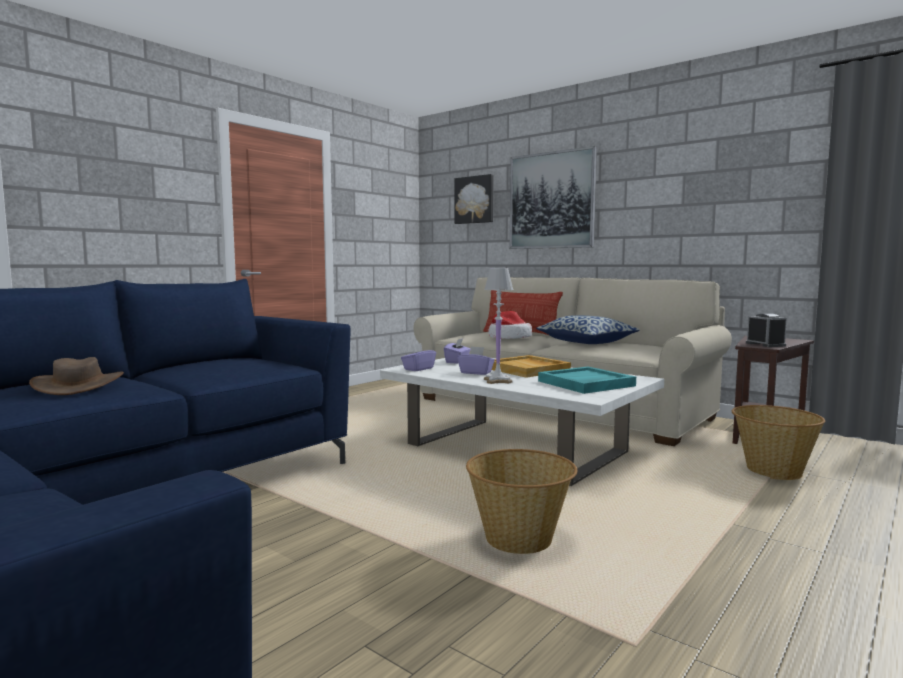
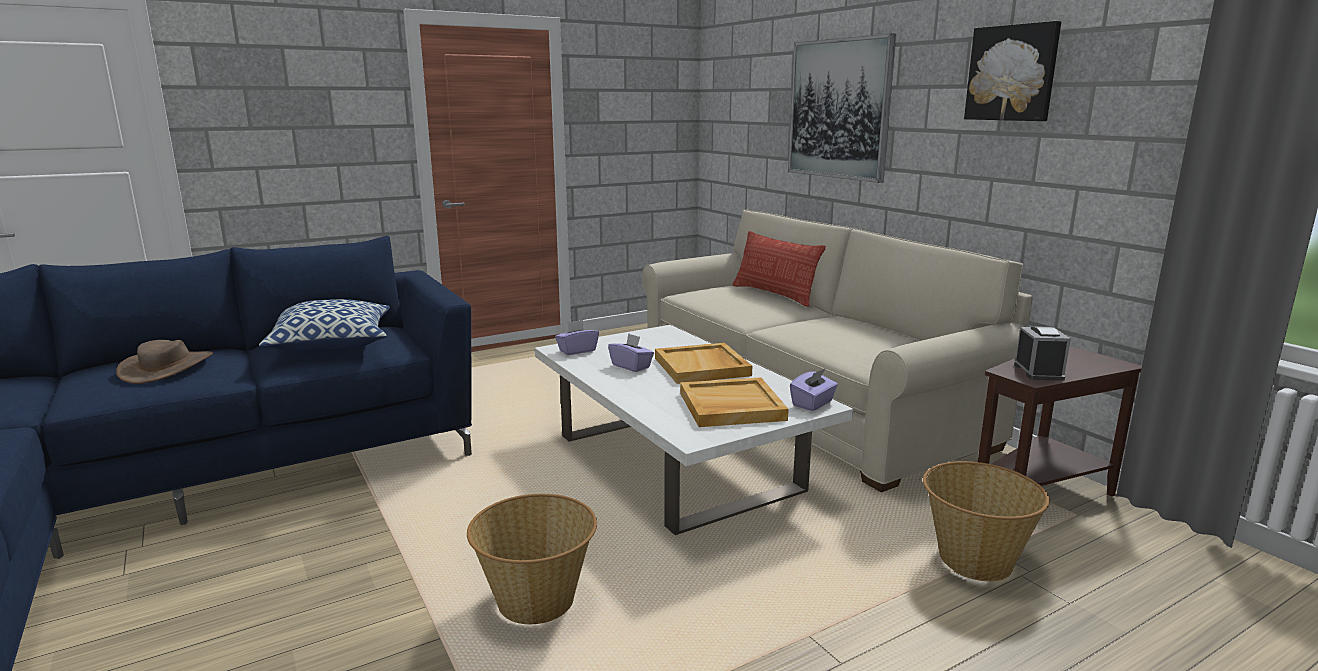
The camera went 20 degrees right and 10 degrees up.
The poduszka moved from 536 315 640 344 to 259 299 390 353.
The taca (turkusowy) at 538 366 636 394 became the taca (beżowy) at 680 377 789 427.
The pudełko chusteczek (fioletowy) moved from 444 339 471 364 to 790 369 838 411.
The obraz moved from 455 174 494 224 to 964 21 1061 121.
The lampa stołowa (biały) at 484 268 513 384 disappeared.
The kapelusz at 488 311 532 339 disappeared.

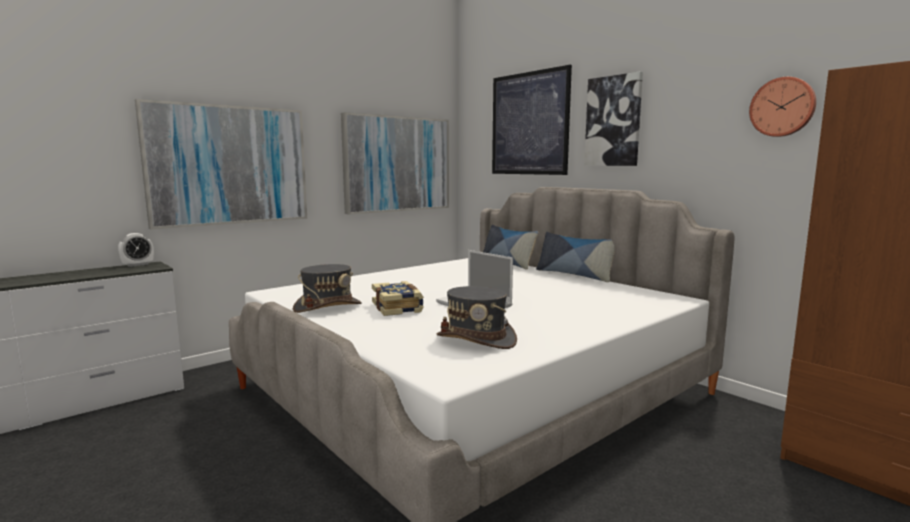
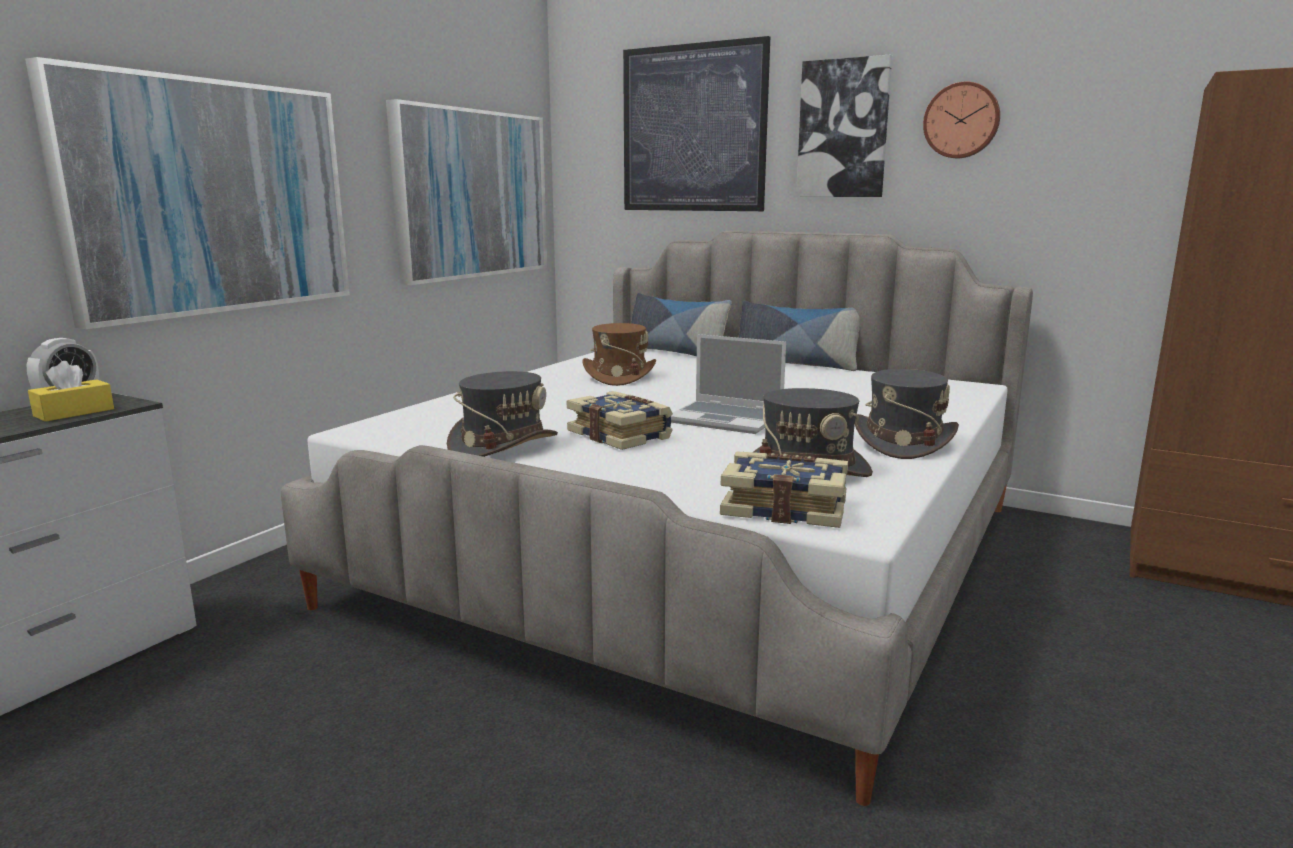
The camera went 20 degrees left and 5 degrees up.
The pudełko chusteczek (żółty) at 28 361 114 422 appeared.
The kapelusz (brązowy) at 582 323 656 386 appeared.
The książka at 720 451 848 528 appeared.
The kapelusz (szary) at 855 369 959 459 appeared.
The zegar ścienny moved from 749 77 816 137 to 923 82 1000 158.

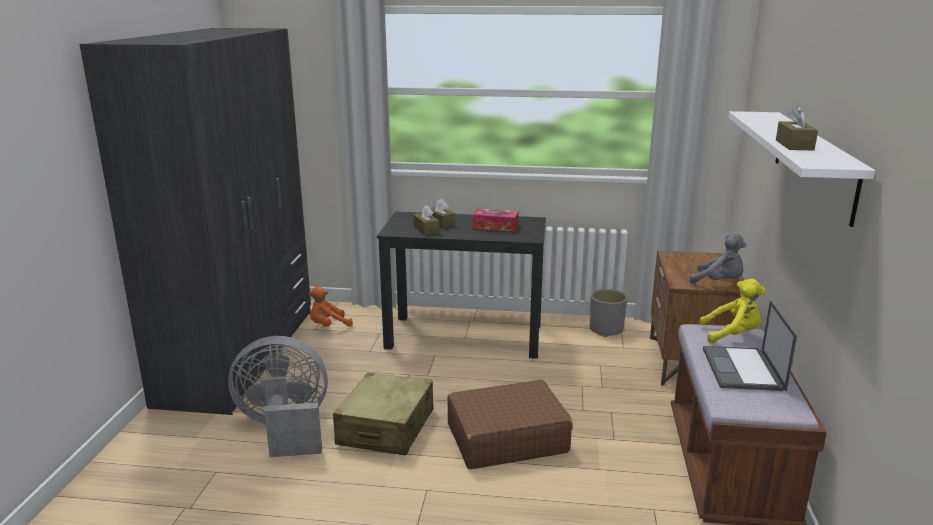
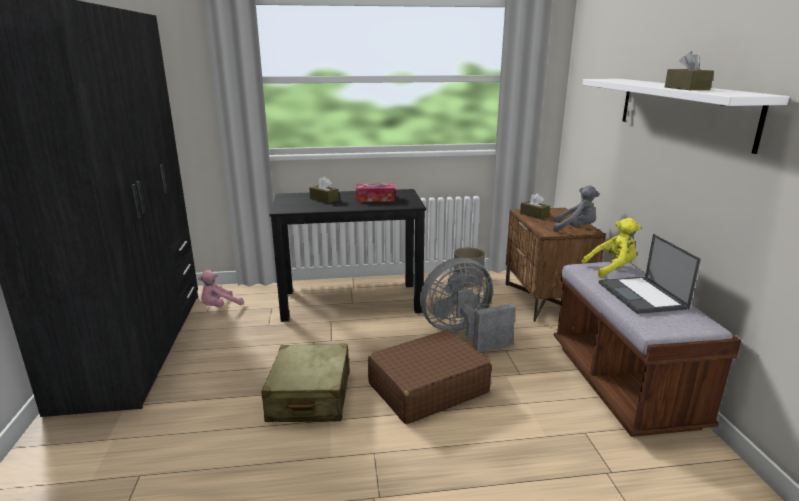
The camera went 15 degrees left and 0 degrees up.
The pluszak (pomarańczowy) at 308 286 353 327 became the pluszak (różowy) at 198 270 244 308.
The wentylator (szary) moved from 228 336 328 457 to 420 258 516 352.
The pudełko chusteczek (brązowy) moved from 413 205 439 235 to 520 194 550 219.

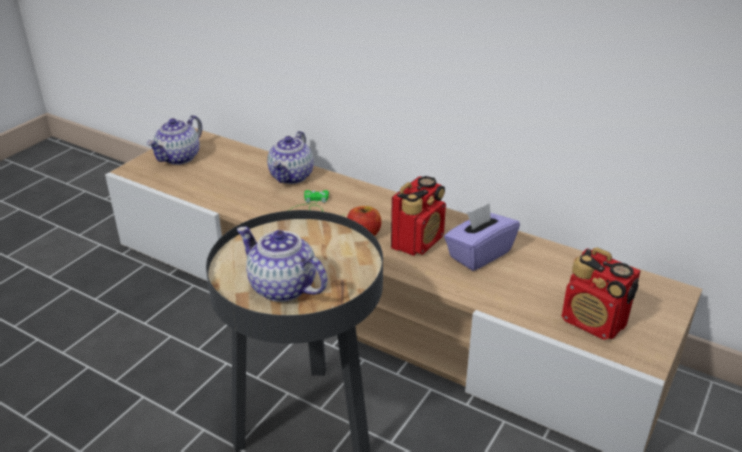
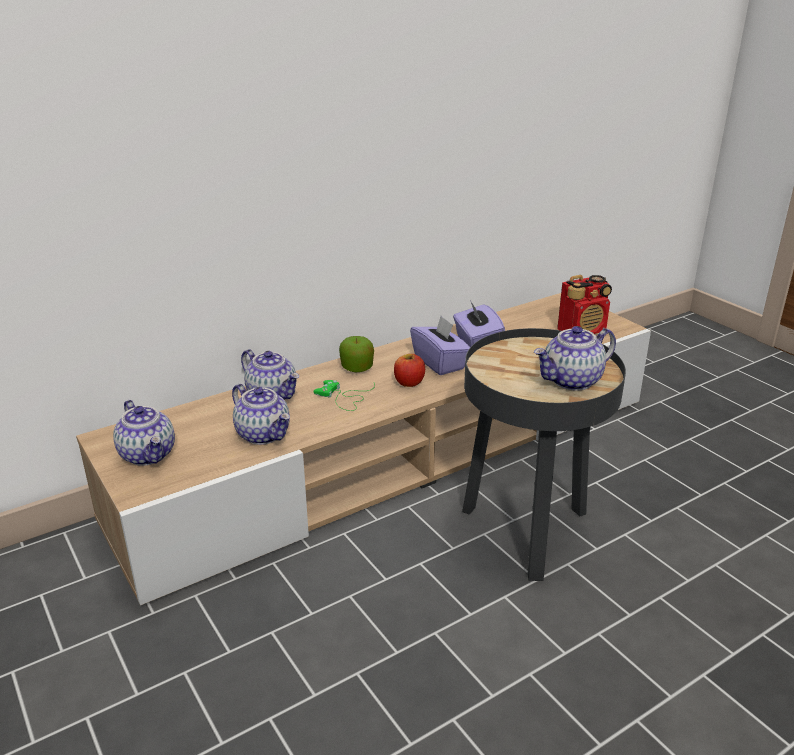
The camera went 65 degrees left and 5 degrees down.
The imbryk at 232 384 290 445 appeared.
The jabłko at 339 336 374 372 appeared.
The radio at 391 176 446 256 was replaced by the pudełko chusteczek (fioletowy) at 410 316 470 375.

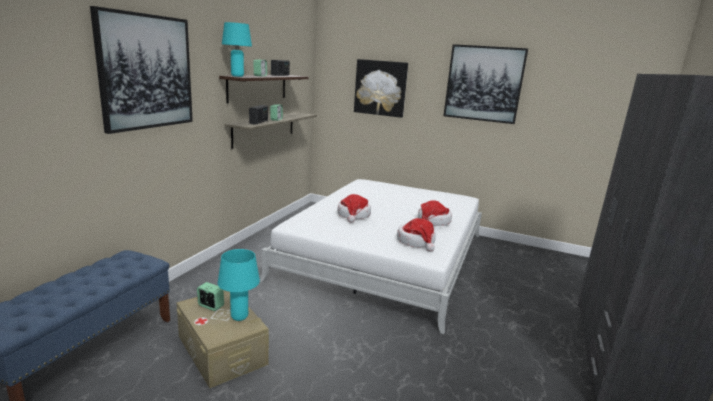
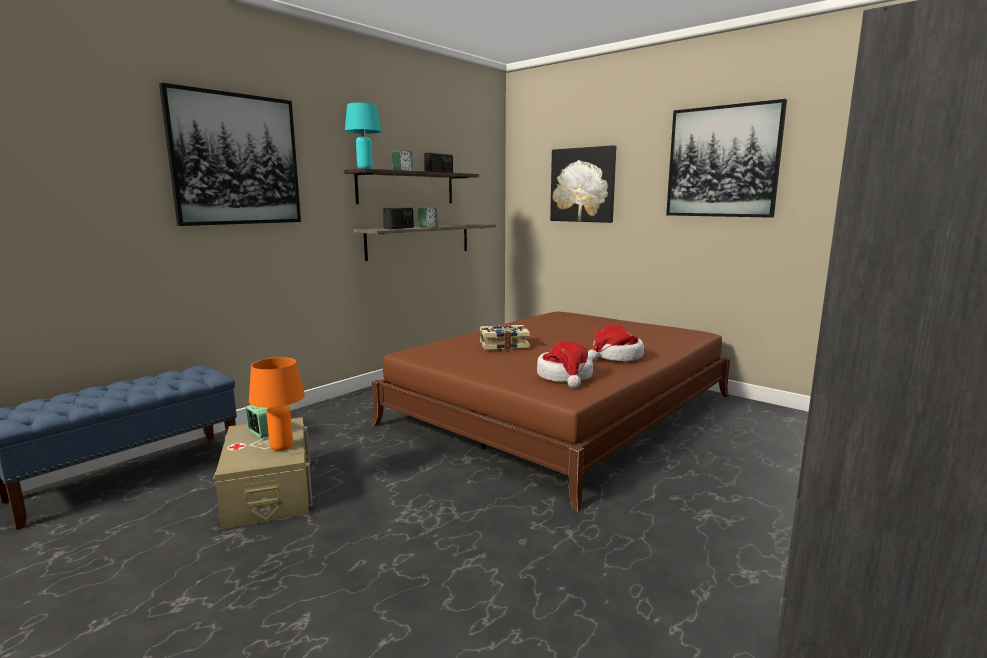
The camera went 20 degrees right and 5 degrees down.
The lampa stołowa (turkusowy) at 218 249 260 321 became the lampa stołowa (pomarańczowy) at 249 357 305 451.
The łóżko (biały) at 260 179 482 334 became the łóżko (brązowy) at 371 312 730 512.
The kapelusz at 337 194 371 223 was replaced by the książka at 480 325 530 350.

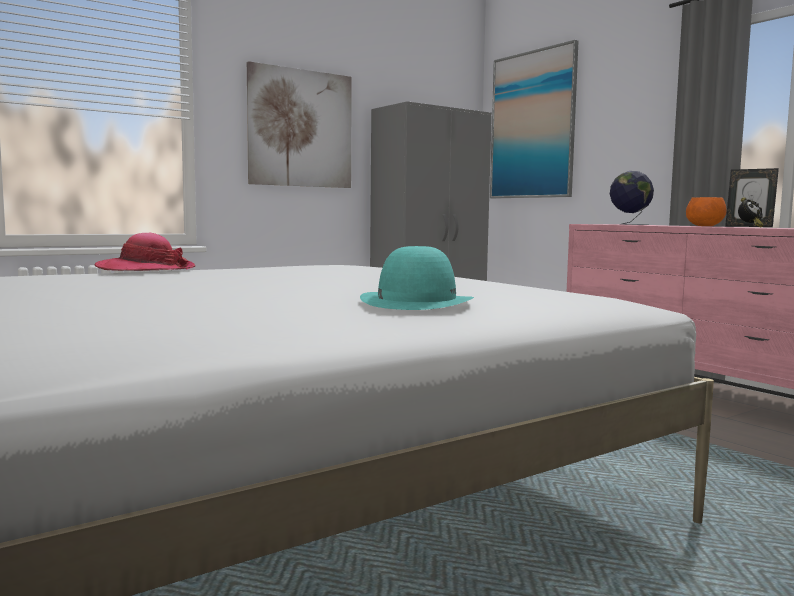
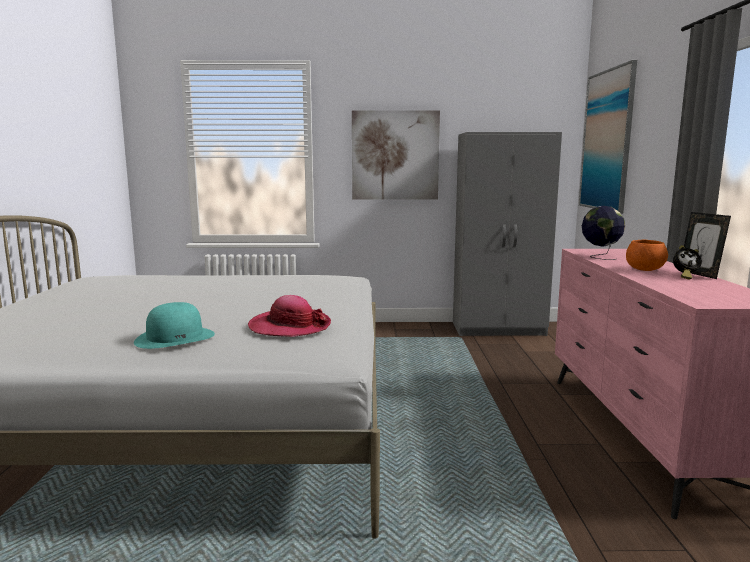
The camera went 35 degrees right and 5 degrees up.
The kapelusz moved from 94 233 196 271 to 248 295 331 337.

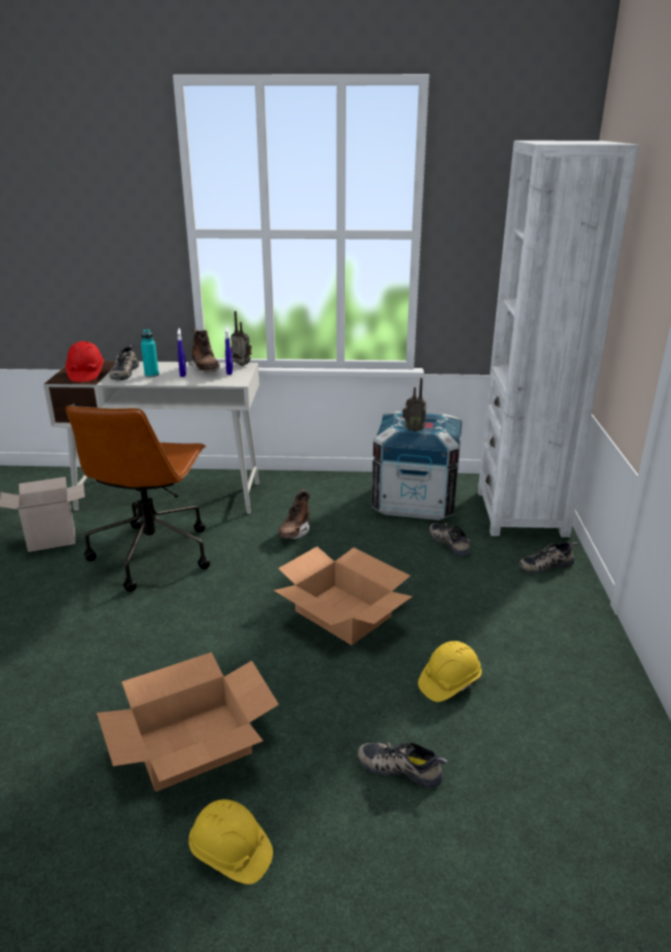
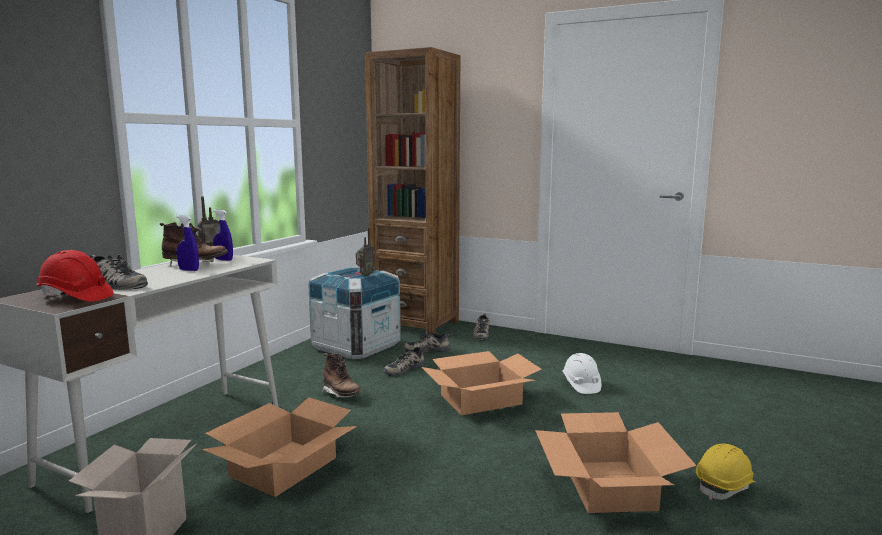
The camera went 65 degrees left and 15 degrees down.
The krzesło biurowe (brązowy) at 66 405 210 592 was replaced by the karton at 202 397 357 497.
The regał (biały) at 478 141 639 537 became the regał (brązowy) at 365 47 460 334.
The but moved from 357 742 448 788 to 384 346 426 376.
The kask (żółty) at 418 641 482 702 became the kask (biały) at 562 353 601 394.
The butelka (turkusowy) at 141 329 159 377 disappeared.

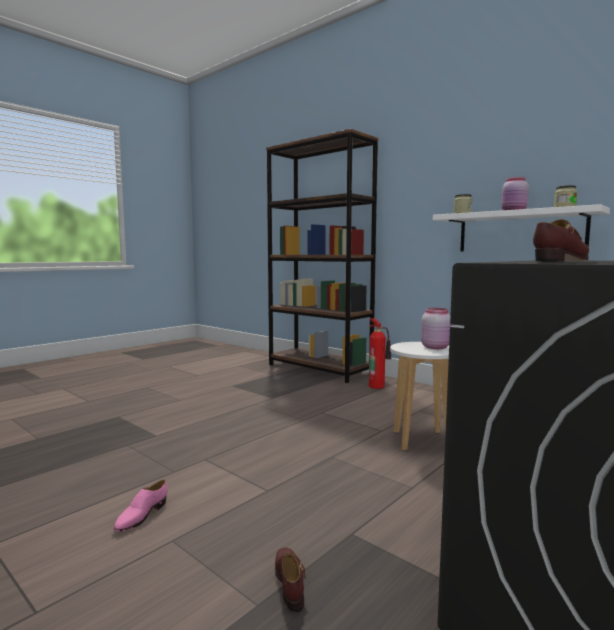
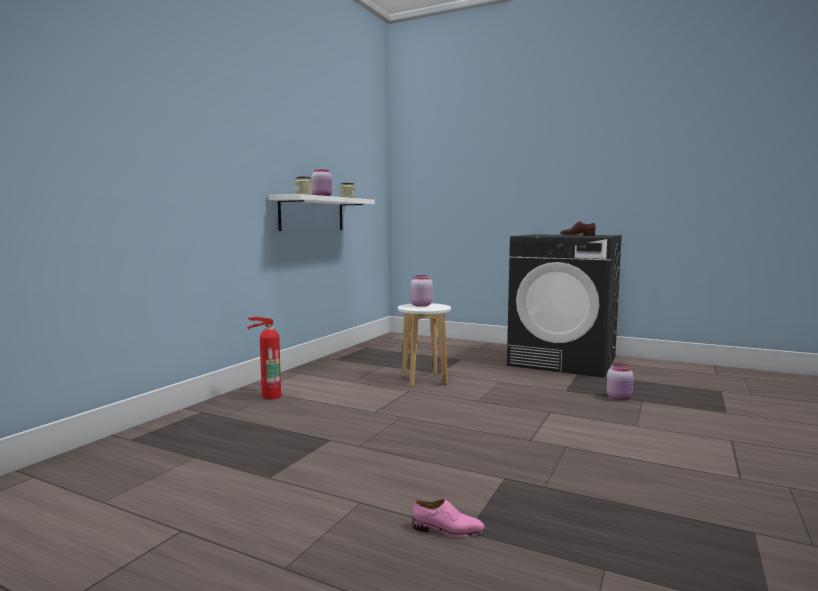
The camera went 105 degrees left and 0 degrees up.
The but (różowy) moved from 114 480 167 532 to 412 499 485 537.
The but (brązowy) at 275 547 306 612 was replaced by the słoik (różowy) at 606 364 634 400.
The regał (brązowy) at 266 128 379 383 disappeared.

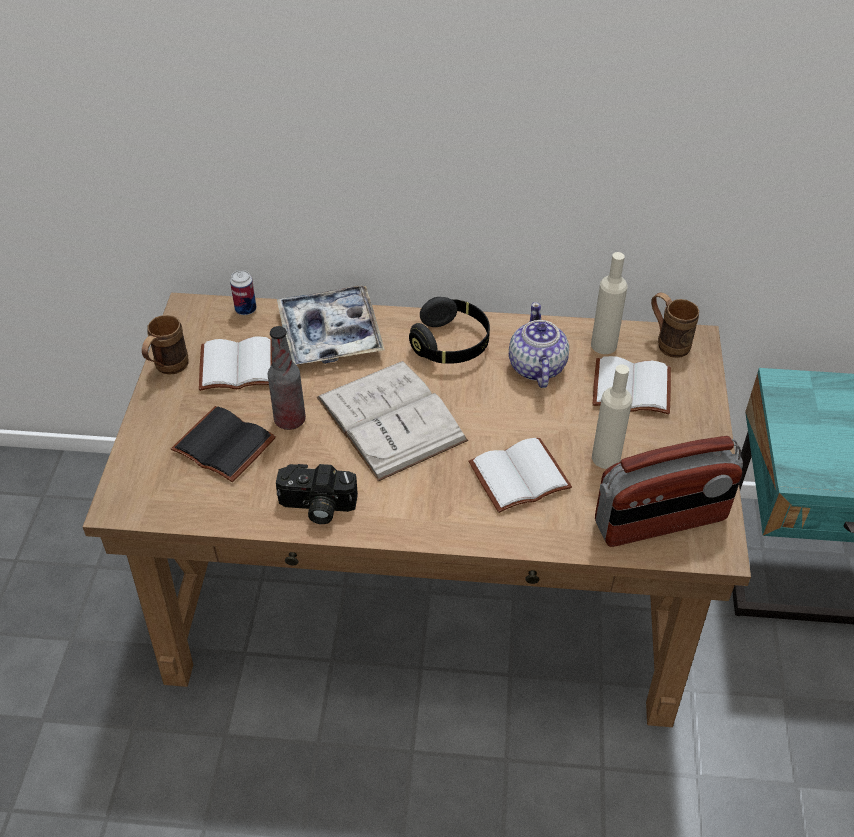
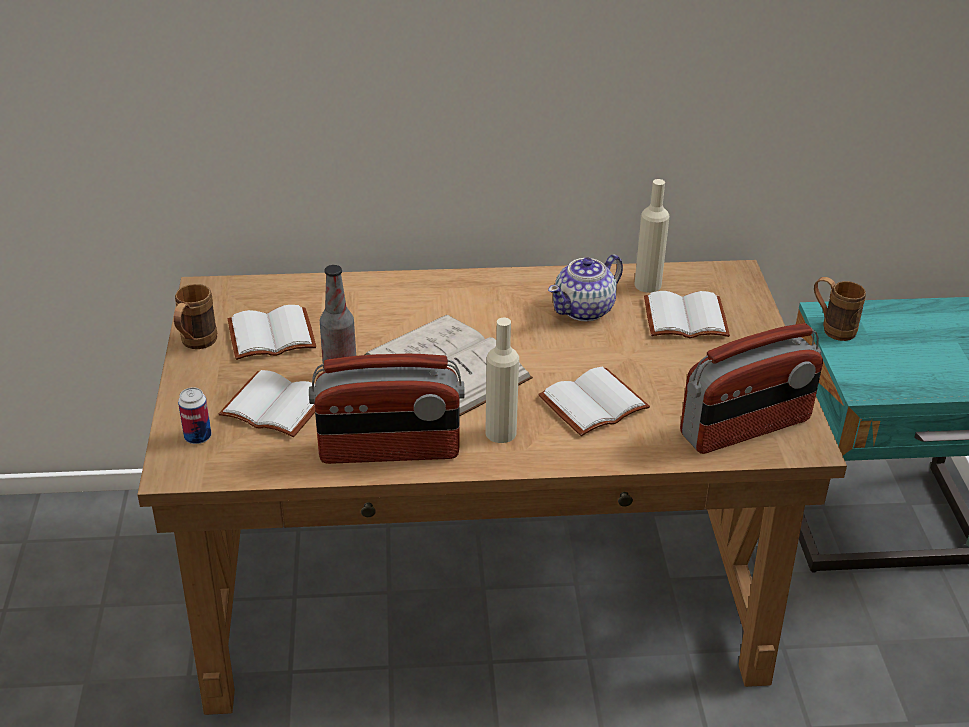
The camera went 10 degrees left and 10 degrees down.
The puszka moved from 230 270 256 315 to 178 387 211 444.
The książka (czarny) at 171 406 276 482 became the książka (biały) at 219 370 315 437.
The aparat fotograficzny at 276 464 358 524 was replaced by the radio at 309 354 465 464.
The butelka (beżowy) moved from 592 364 632 469 to 485 318 519 443.
The imbryk at 509 302 569 388 turned 120 degrees counterclockwise.
The kubek (brązowy) moved from 651 292 699 358 to 814 277 866 341.
The taca at 277 285 385 365 disappeared.
The słuchawki (czarny) at 409 297 490 364 disappeared.

